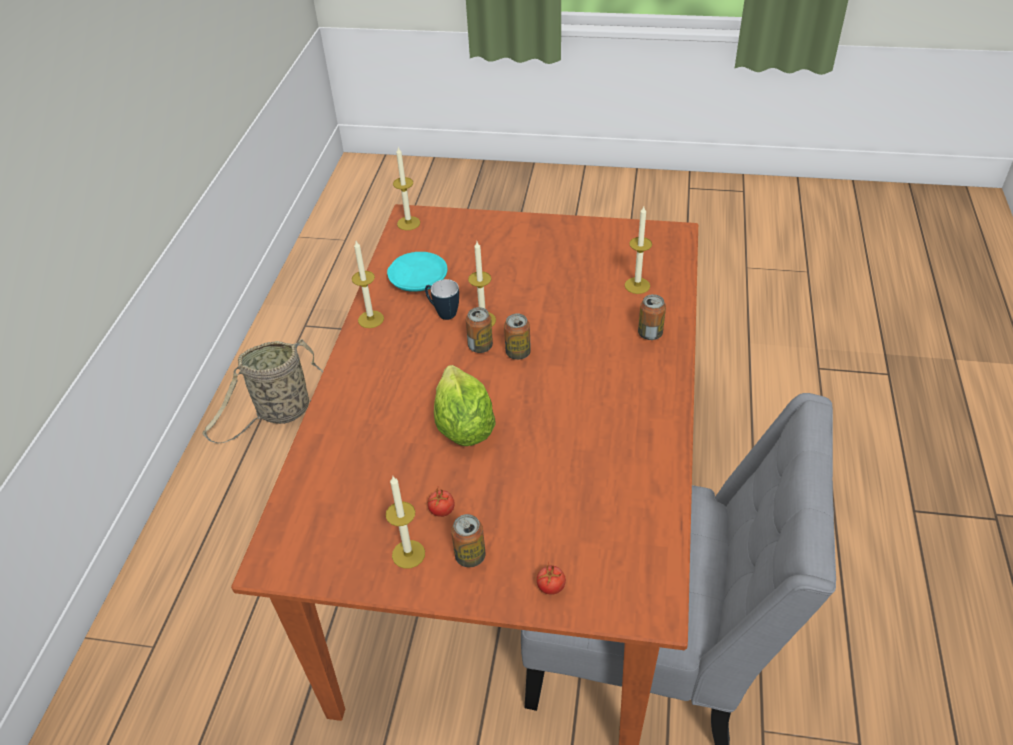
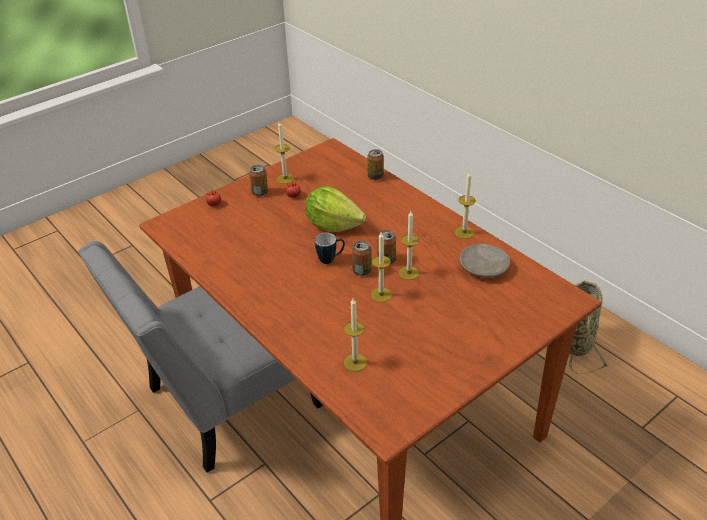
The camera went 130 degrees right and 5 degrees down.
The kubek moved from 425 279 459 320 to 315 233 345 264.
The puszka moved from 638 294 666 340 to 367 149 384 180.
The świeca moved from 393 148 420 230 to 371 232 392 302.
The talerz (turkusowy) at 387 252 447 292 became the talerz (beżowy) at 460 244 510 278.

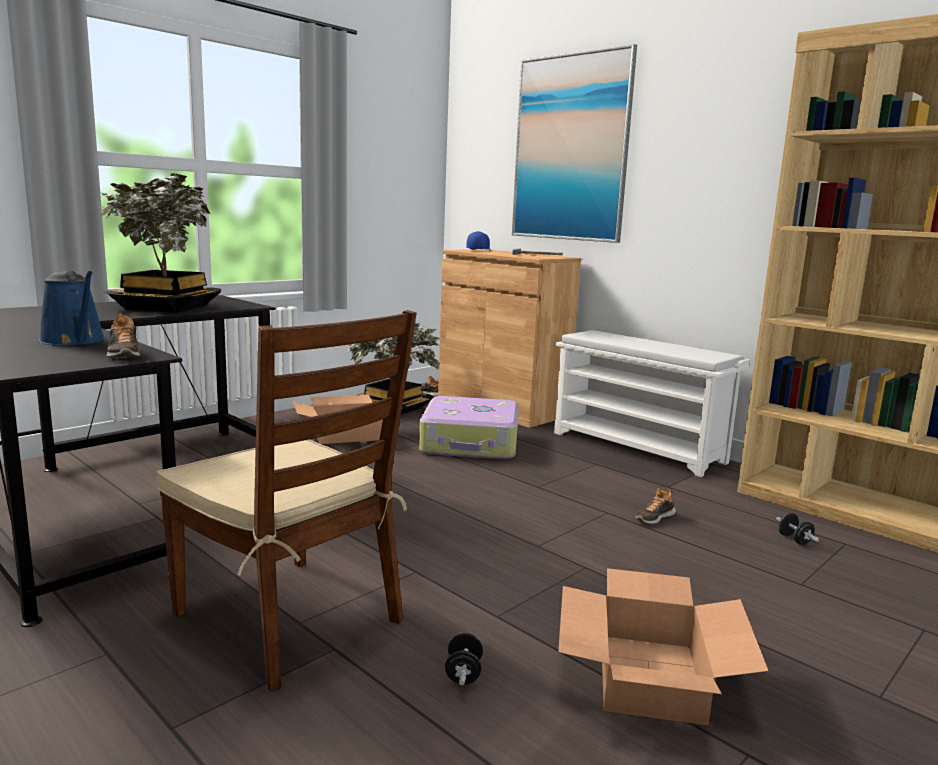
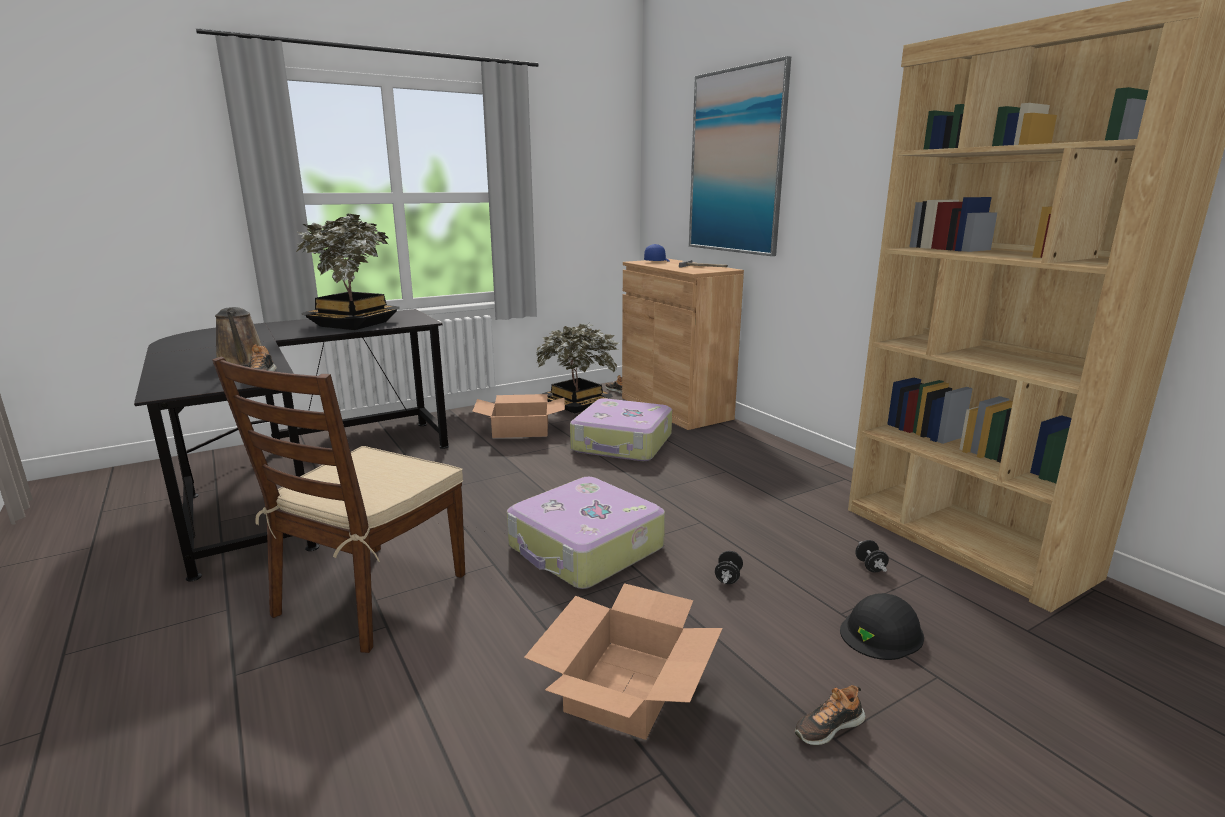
The camera went 15 degrees right and 5 degrees up.
The krzesło (brązowy) at 156 310 417 691 turned 60 degrees clockwise.
The konewka (niebieski) at 39 271 105 346 became the konewka (brązowy) at 215 307 262 366.
The walizka at 507 477 665 589 appeared.
The hantel (czarny) moved from 445 633 483 685 to 715 551 743 584.
The but moved from 635 488 676 524 to 795 685 865 745.
The kask (czarny) at 840 593 924 660 appeared.
The regał na buty (biały) at 554 330 750 477 disappeared.

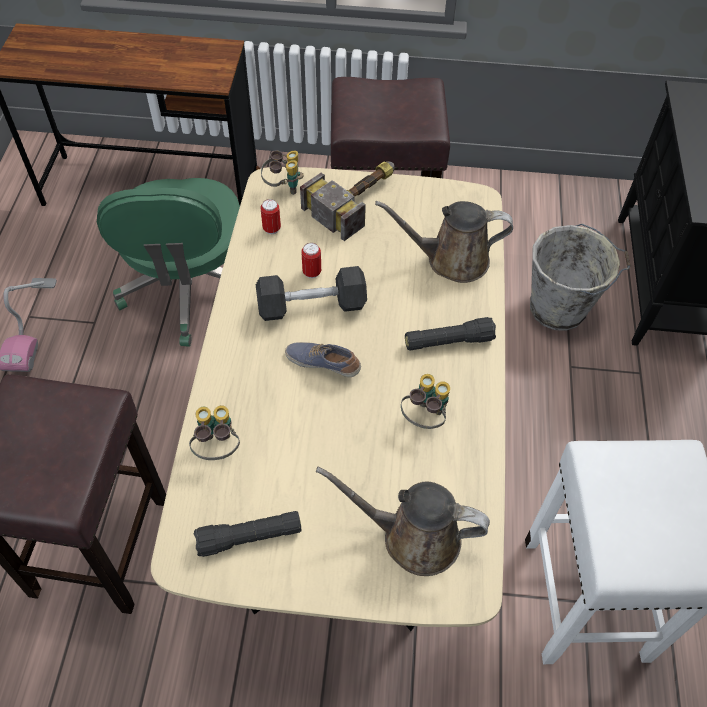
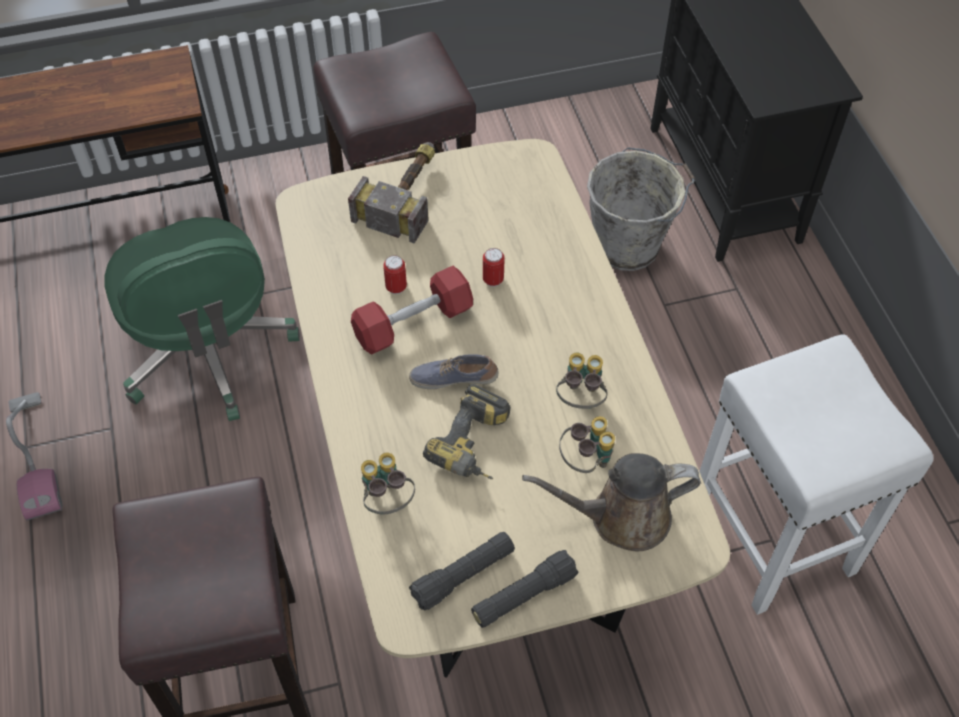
The camera went 20 degrees left and 0 degrees up.
The hantel (szary) at 256 266 367 321 became the hantel (czerwony) at 351 266 473 355.
The wiertarka at 423 384 510 479 appeared.
The latarka (czarny) moved from 405 317 496 350 to 471 550 579 628.
The puszka moved from 260 199 281 234 to 483 248 505 287.
The lornetka moved from 261 150 304 195 to 559 416 615 473.
The konewka (brązowy) at 375 201 513 283 disappeared.

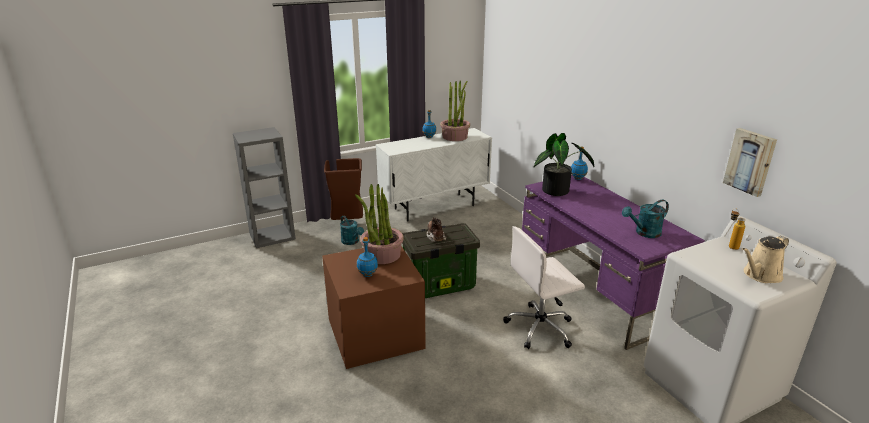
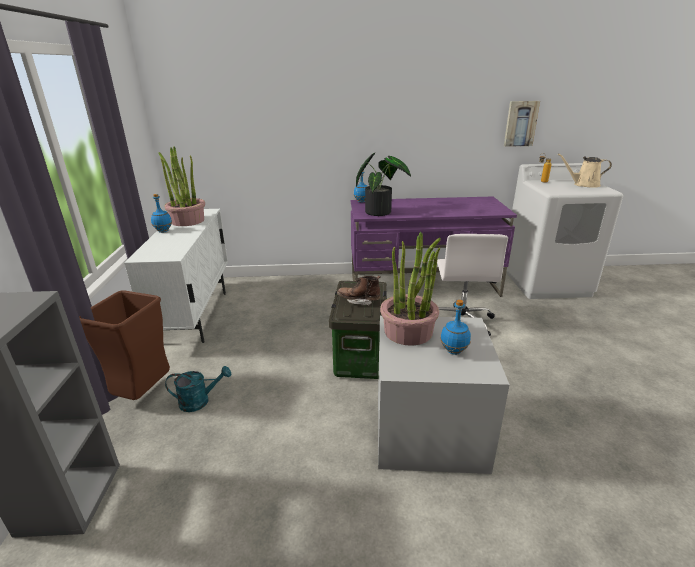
The camera went 65 degrees left and 0 degrees up.
The pojemnik do przechowywania (brązowy) at 322 246 426 369 became the pojemnik do przechowywania (szary) at 378 316 510 474.
The konewka (beżowy) at 742 236 789 283 turned 105 degrees clockwise.
The konewka (turkusowy) at 622 200 669 238 disappeared.

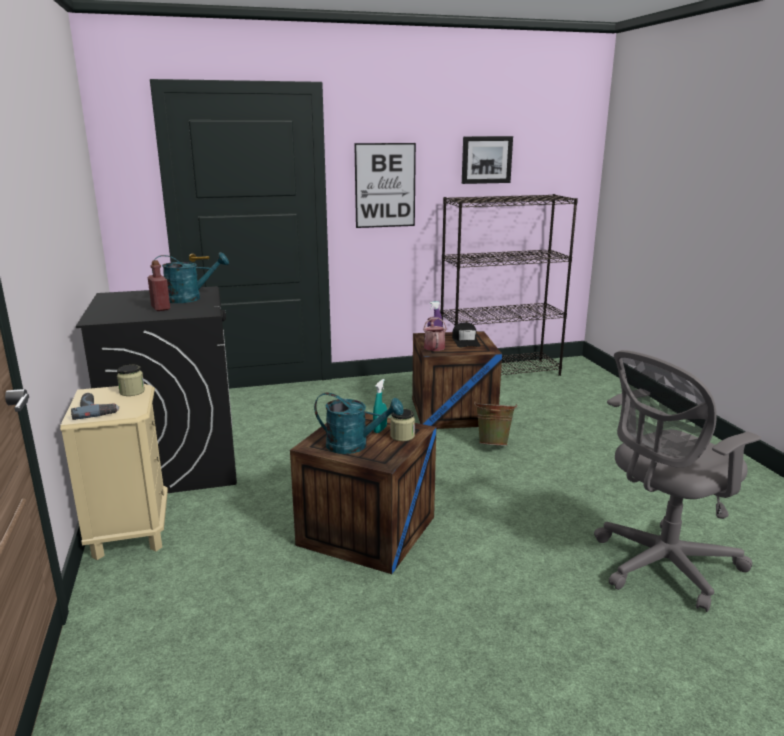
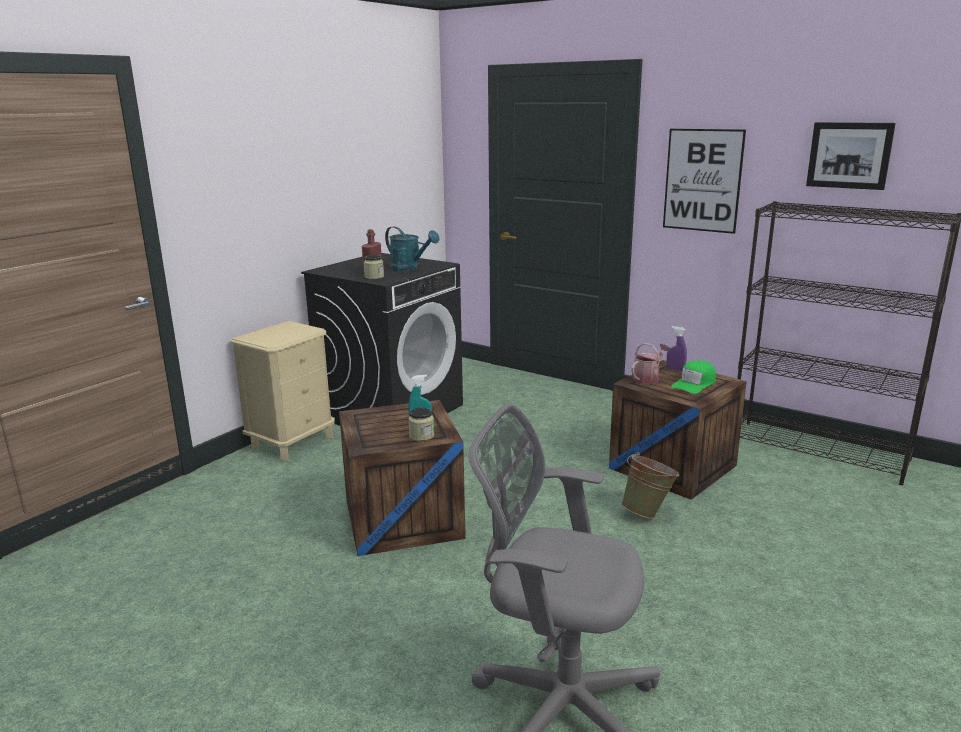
The camera went 50 degrees right and 0 degrees up.
The słoik moved from 117 365 145 396 to 364 255 384 279.
The czapka z daszkiem (czarny) at 452 322 481 347 became the czapka z daszkiem (zielony) at 671 360 716 394.
The wiertarka at 71 393 120 420 disappeared.
The konewka (turkusowy) at 314 392 403 454 disappeared.

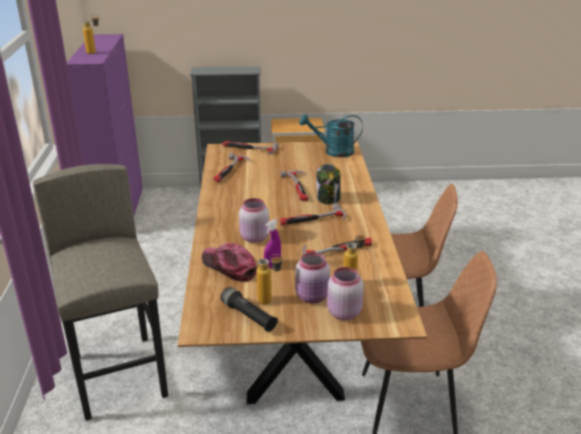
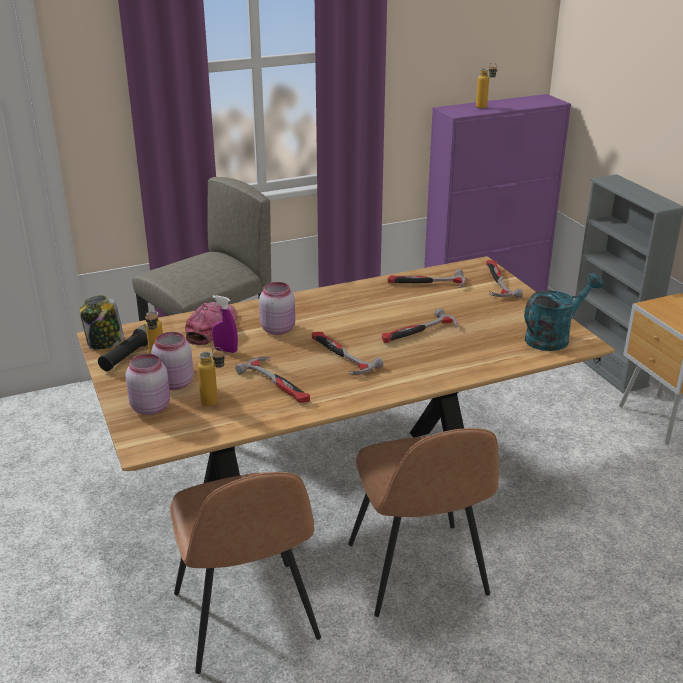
The camera went 70 degrees right and 0 degrees up.
The słoik moved from 316 164 341 204 to 80 295 124 350.
The konewka (turkusowy) at 299 114 363 157 turned 75 degrees clockwise.

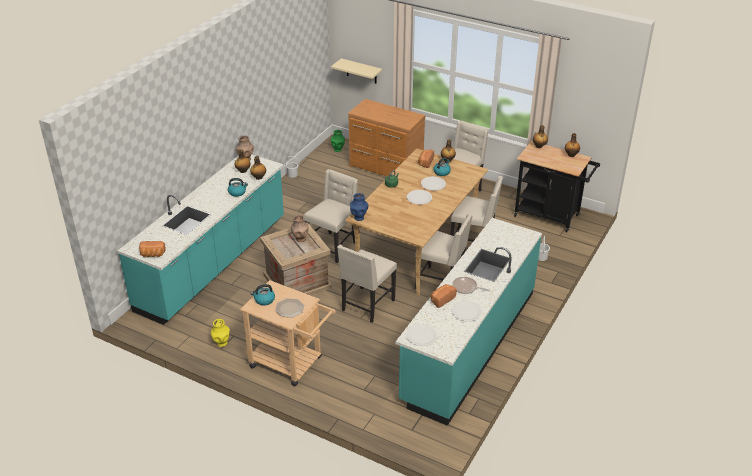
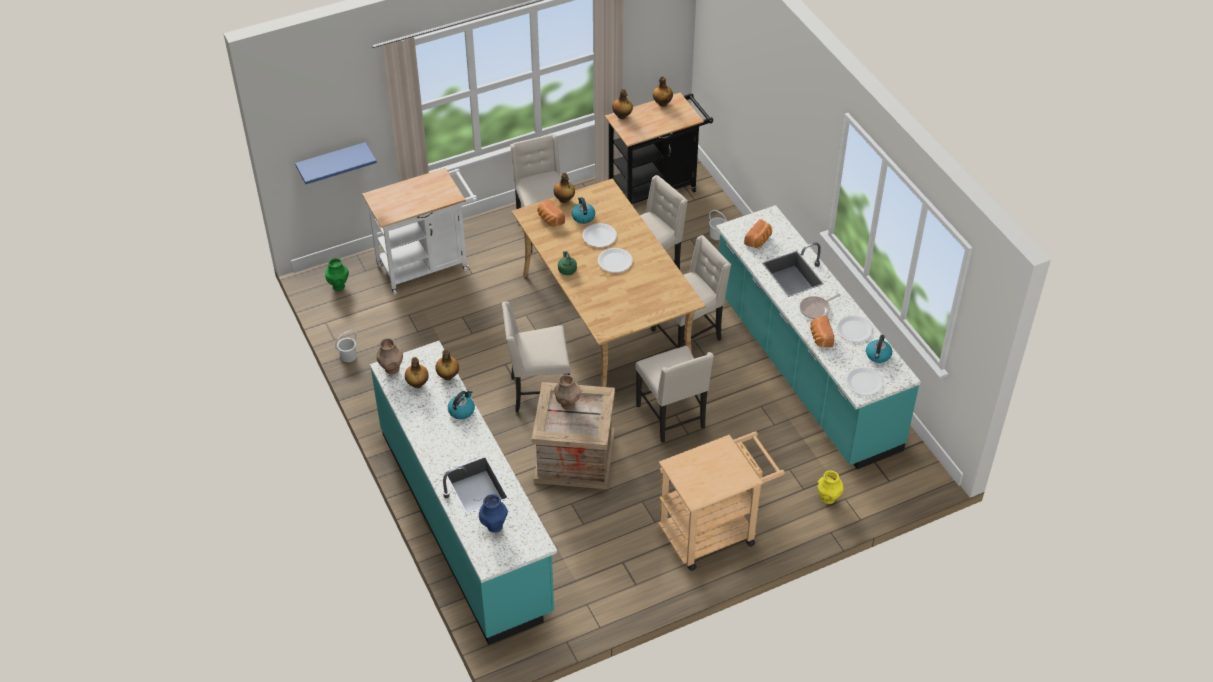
The camera went 55 degrees left and 10 degrees up.
The półka (beżowy) at 331 58 382 83 became the półka (niebieski) at 295 142 377 184.
The komoda (brązowy) at 348 99 425 176 was replaced by the wózek (biały) at 362 168 477 295.
The wazon (niebieski) moved from 350 193 368 221 to 479 494 508 533.
The krzesło (beżowy) at 304 169 358 263 turned 75 degrees counterclockwise.
The chleb moved from 139 241 166 257 to 744 219 772 248.
The wazon (żółty) moved from 211 319 230 347 to 817 471 844 504.
The czajnik moved from 251 284 275 306 to 866 335 892 363.
The talerz at 275 298 304 318 disappeared.

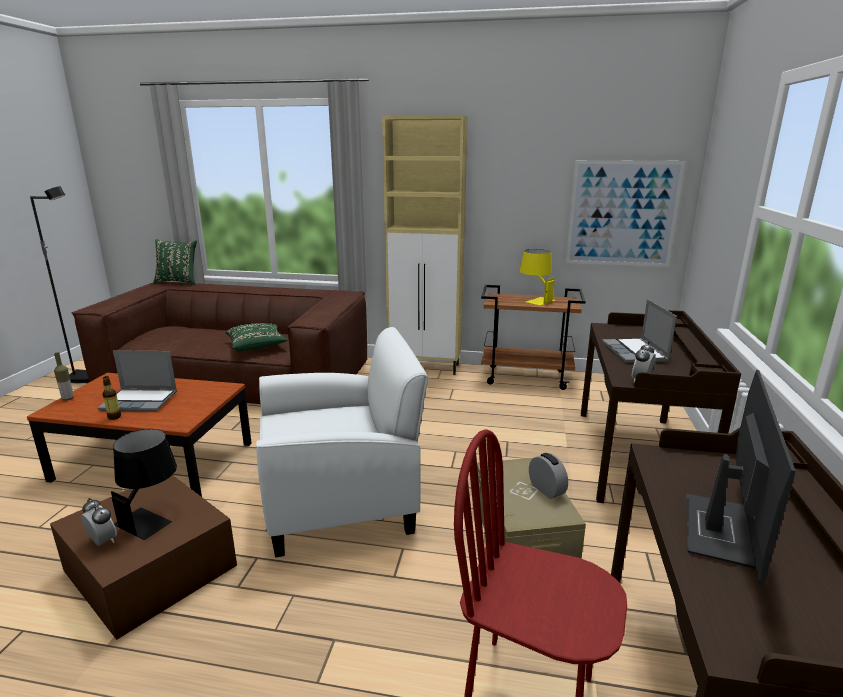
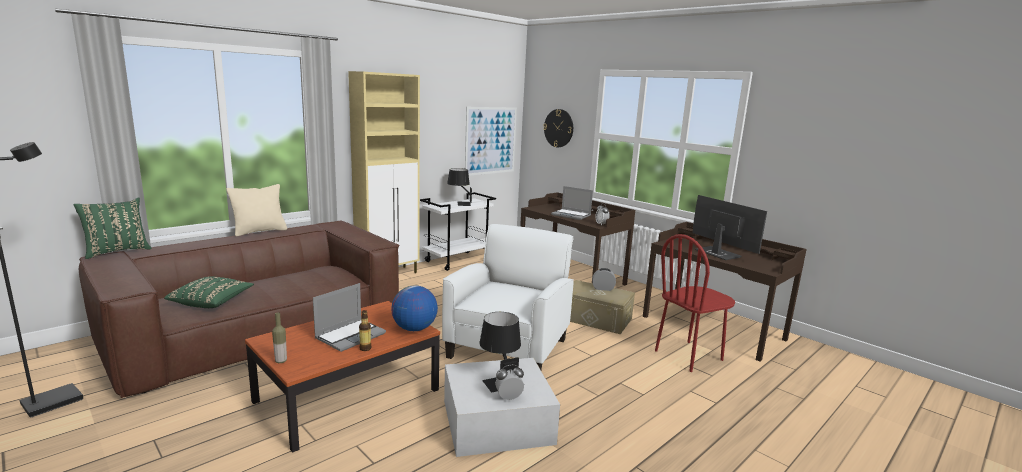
The camera went 55 degrees left and 5 degrees down.
The poduszka (zielony) moved from 225 323 288 351 to 164 277 254 308.
The poduszka (beżowy) at 227 184 287 236 appeared.
The globus at 392 285 438 331 appeared.
The wózek (brązowy) at 481 285 586 390 became the wózek (biały) at 420 192 496 271.
The pojemnik do przechowywania (brązowy) at 50 475 237 640 became the pojemnik do przechowywania (biały) at 444 358 560 457.
The lampa stołowa (żółty) at 520 249 555 305 became the lampa stołowa (czarny) at 447 168 472 206.
The zegar ścienny at 543 109 573 147 appeared.

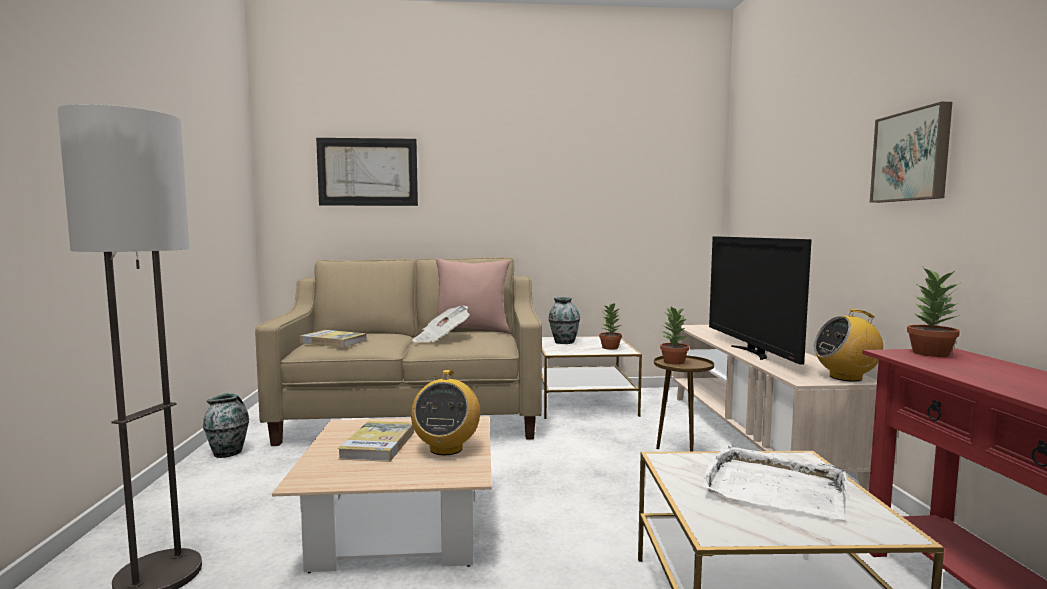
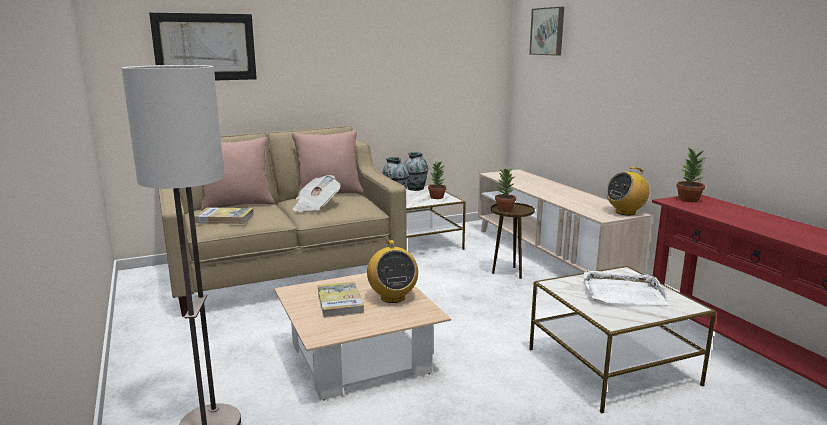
The camera went 20 degrees left and 10 degrees up.
The poduszka (różowy) at 201 137 274 211 appeared.
The wazon moved from 203 393 249 458 to 404 152 428 191.
The obraz moved from 870 102 952 203 to 529 7 564 56.
The telewizor at 709 236 812 365 disappeared.

